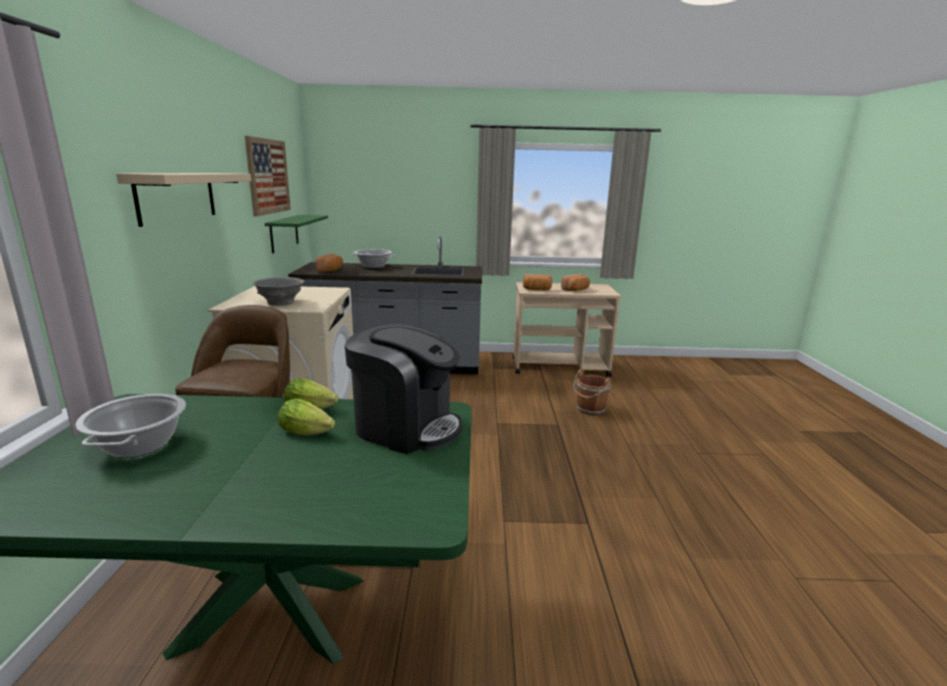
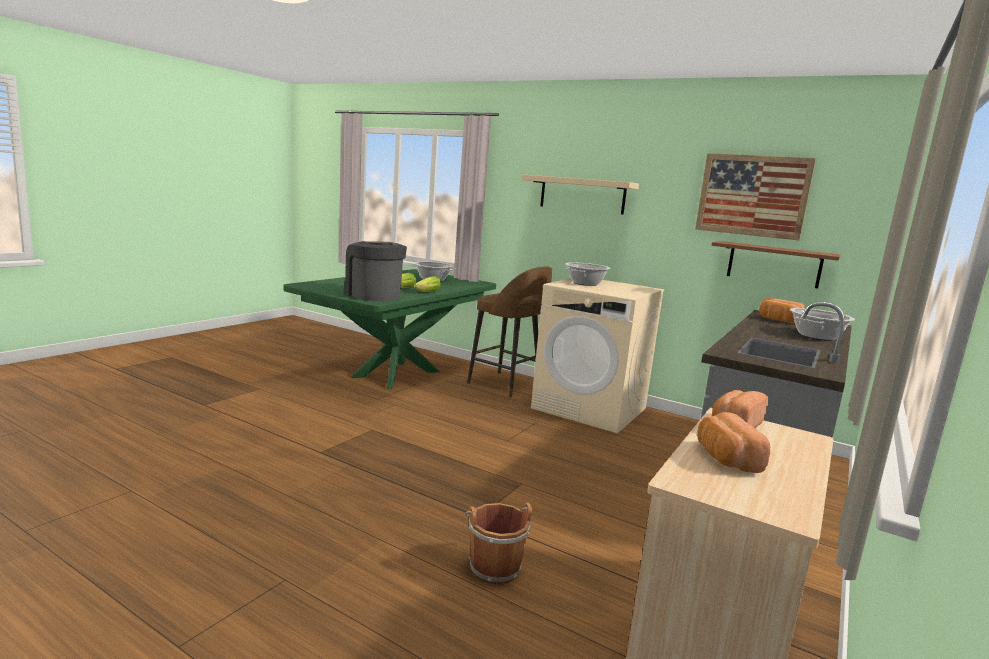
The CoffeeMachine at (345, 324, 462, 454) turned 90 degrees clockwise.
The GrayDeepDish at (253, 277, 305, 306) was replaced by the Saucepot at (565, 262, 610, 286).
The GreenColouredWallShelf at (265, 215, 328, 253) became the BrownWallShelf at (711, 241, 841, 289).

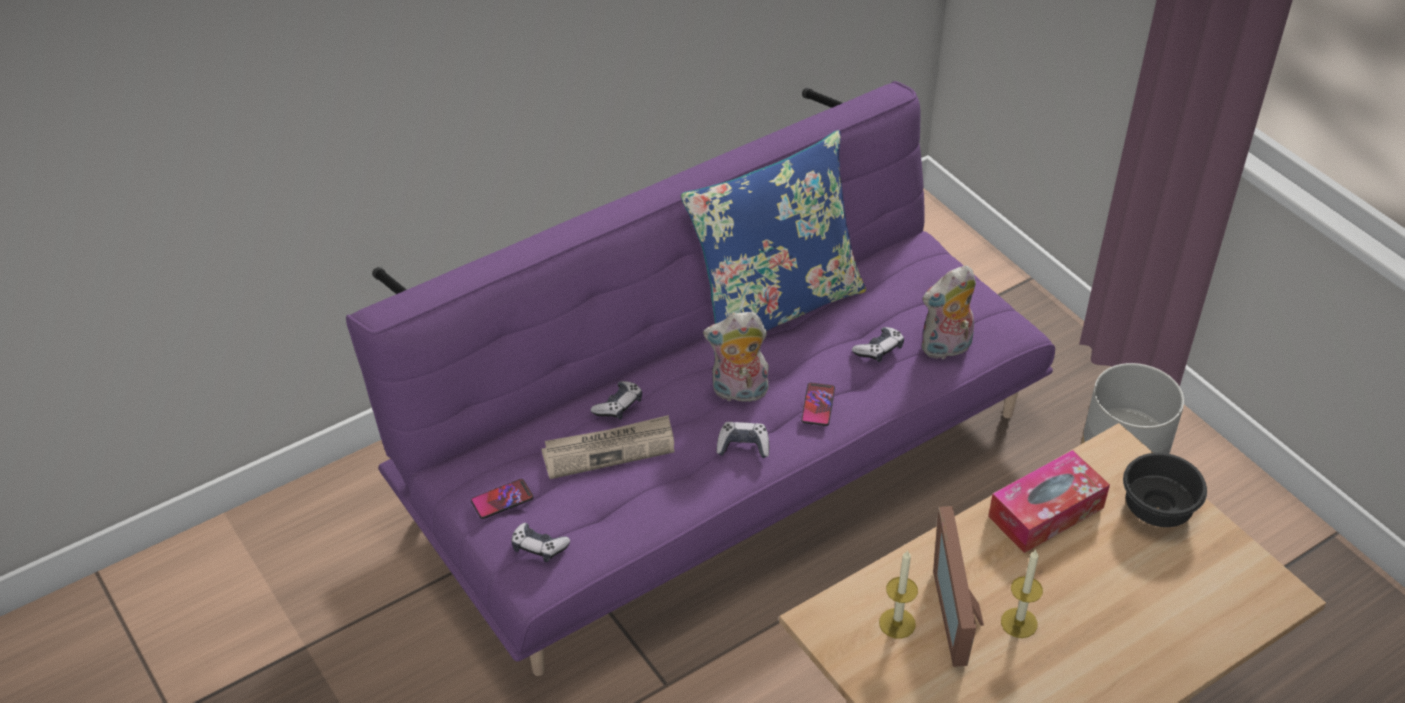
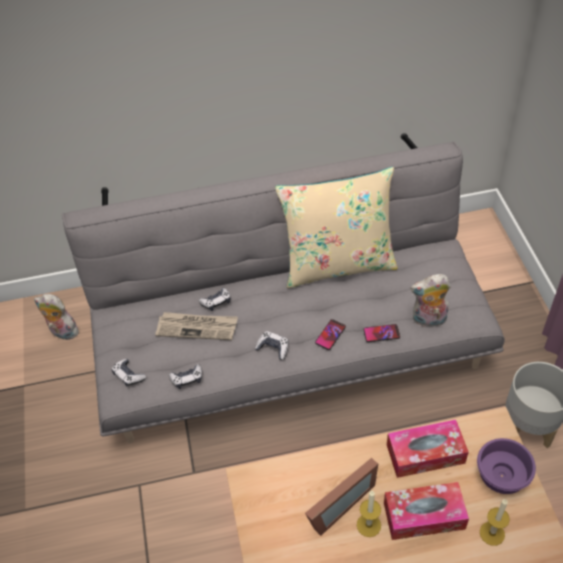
The SoftToy moved from (703, 312, 769, 402) to (34, 294, 79, 340).
The PurplishSofa at (346, 81, 1055, 676) became the GraySofa at (62, 133, 505, 443).
The Gamepad moved from (852, 327, 904, 362) to (169, 364, 202, 389).
The BlueThrowPillow at (681, 130, 866, 355) became the SandColouredThrowPillow at (275, 167, 398, 288).
The PictureFrame at (933, 506, 984, 667) turned 150 degrees counterclockwise.
The Phone moved from (471, 479, 533, 519) to (363, 324, 400, 342).
The TissueHolder at (384, 482, 469, 540) appeared.
The BlackishDeepDish at (1123, 453, 1207, 527) became the PurplishDeepDish at (477, 438, 536, 494).
The Candle moved from (879, 550, 918, 639) to (480, 499, 510, 546).

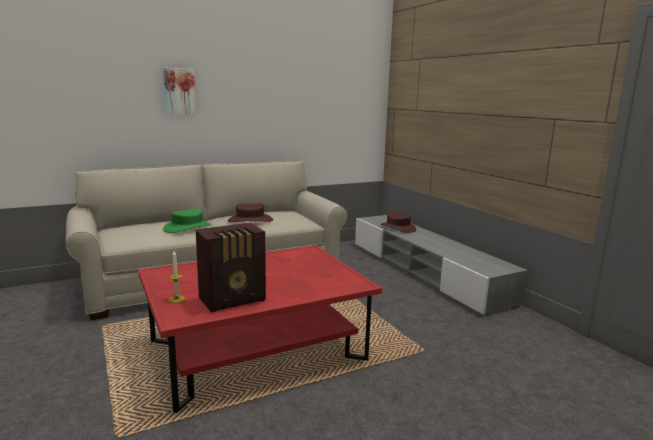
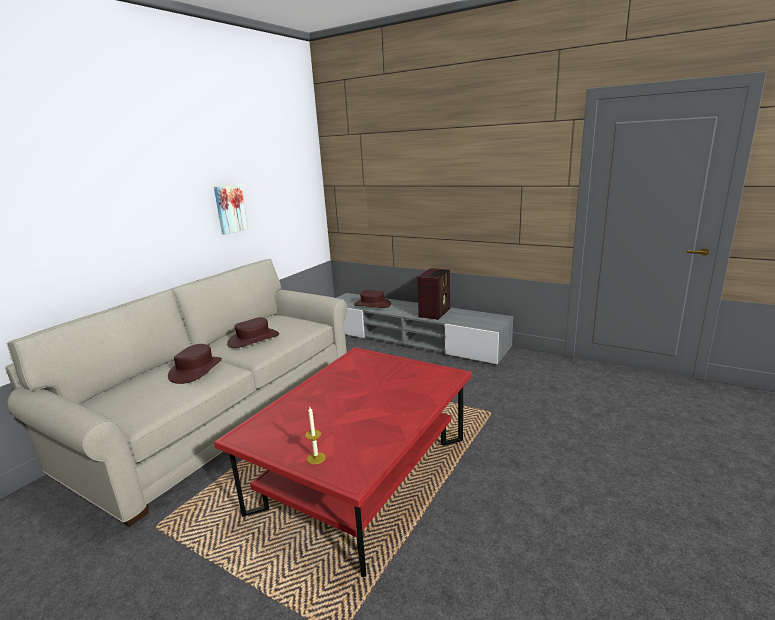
The GreenColouredClothingHat at (163, 209, 211, 233) became the BrownClothingHat at (168, 344, 222, 384).
The WallPicture moved from (163, 68, 196, 114) to (214, 184, 248, 235).
The RadioReceiver moved from (196, 223, 266, 312) to (417, 268, 450, 320).

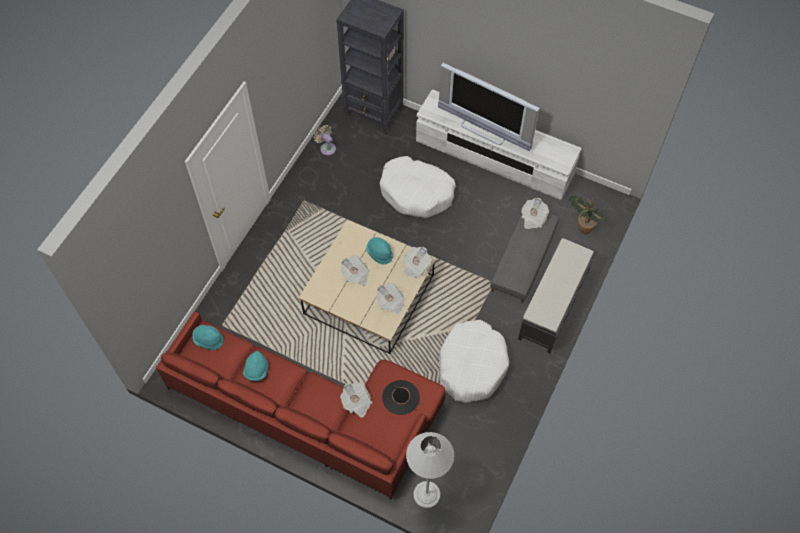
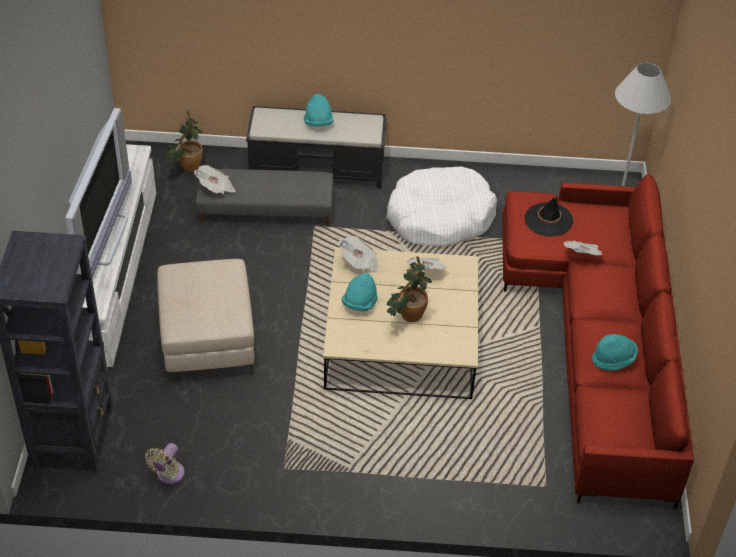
The WhiteDogCushion at (379, 156, 456, 218) was replaced by the SandColouredFootrest at (157, 259, 254, 383).
The BlueGreenClothingHat moved from (192, 325, 224, 350) to (304, 94, 334, 126).
The DailyPaper at (341, 255, 370, 286) was replaced by the PottedPlant at (386, 256, 432, 322).

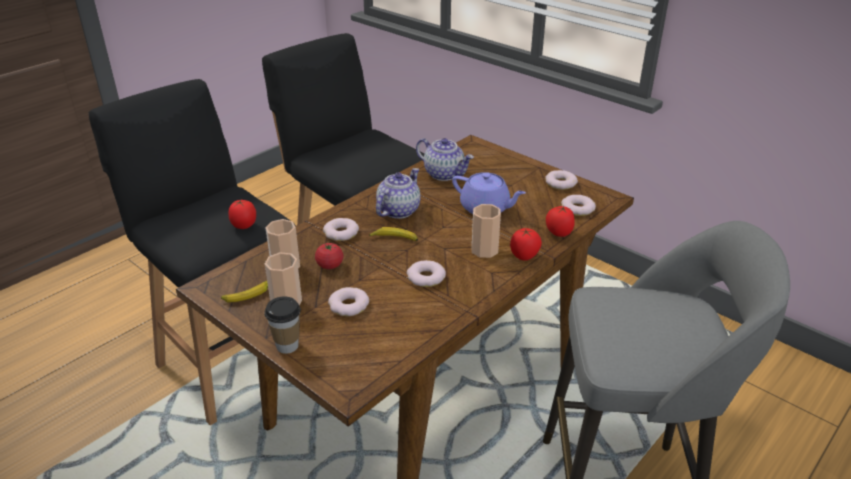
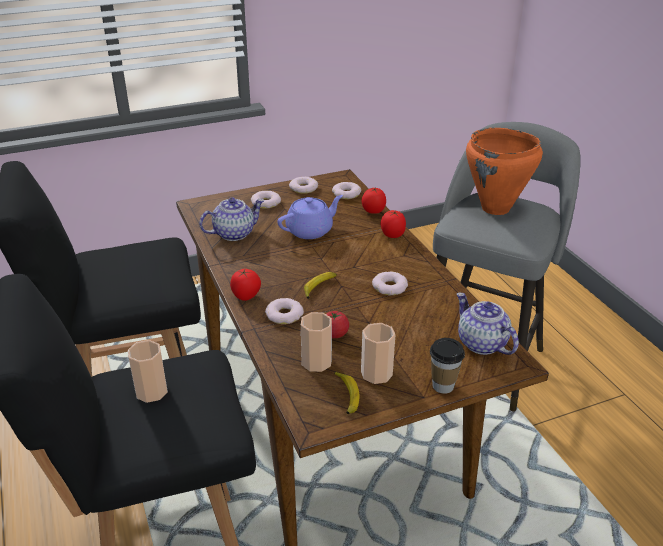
The SmallCup moved from (472, 204, 501, 258) to (128, 340, 168, 403).
The WholeTomato moved from (228, 200, 256, 229) to (230, 269, 261, 301).
The Donut moved from (328, 287, 369, 316) to (251, 191, 281, 209).
The Teapot moved from (376, 168, 420, 219) to (457, 293, 519, 355).
The OrangeColouredSaucepot at (466, 128, 543, 215) appeared.

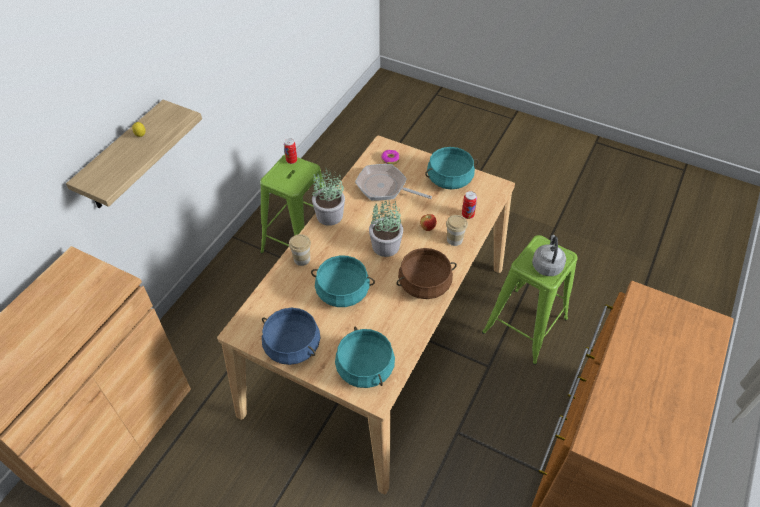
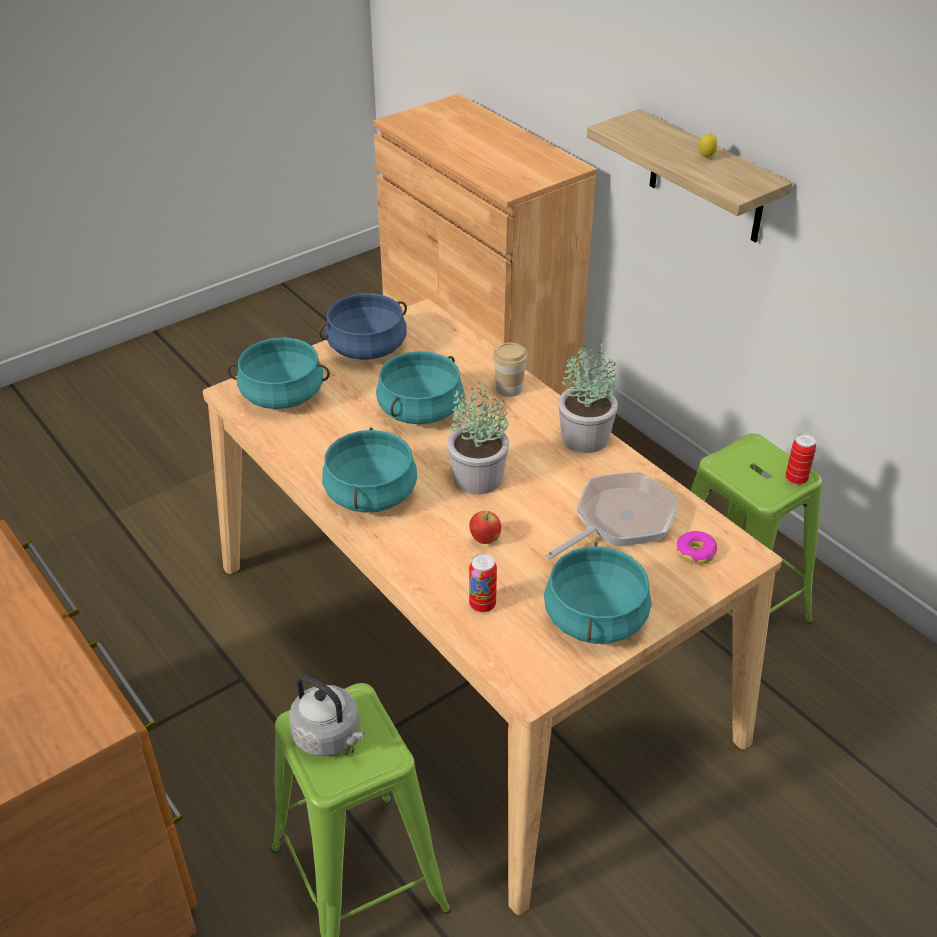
The BrownSaucepot at (396, 248, 457, 299) became the BlueGreenSaucepot at (322, 427, 417, 513).
The SmallCup at (446, 215, 468, 246) disappeared.

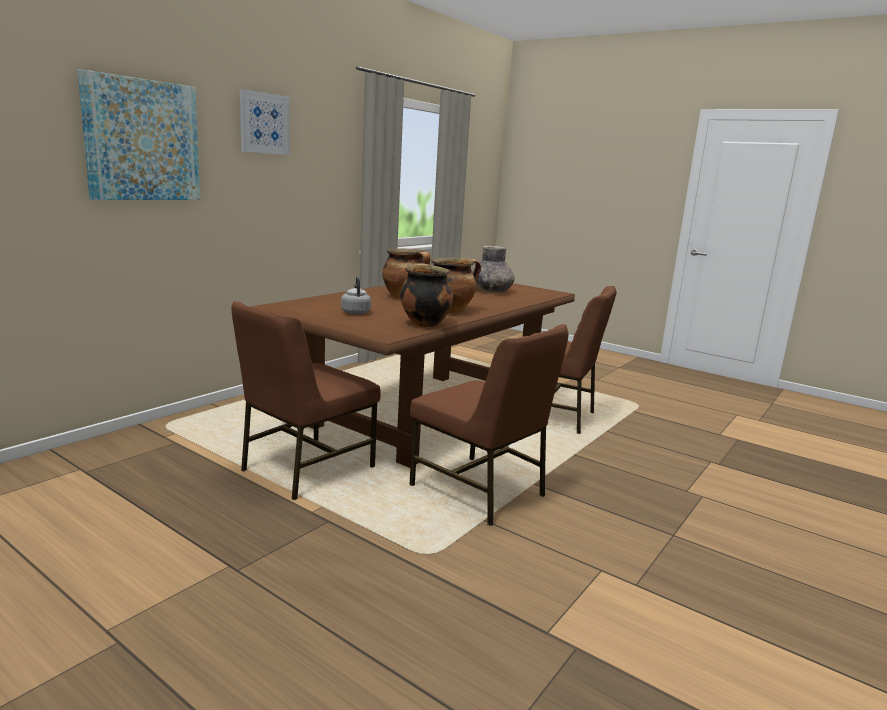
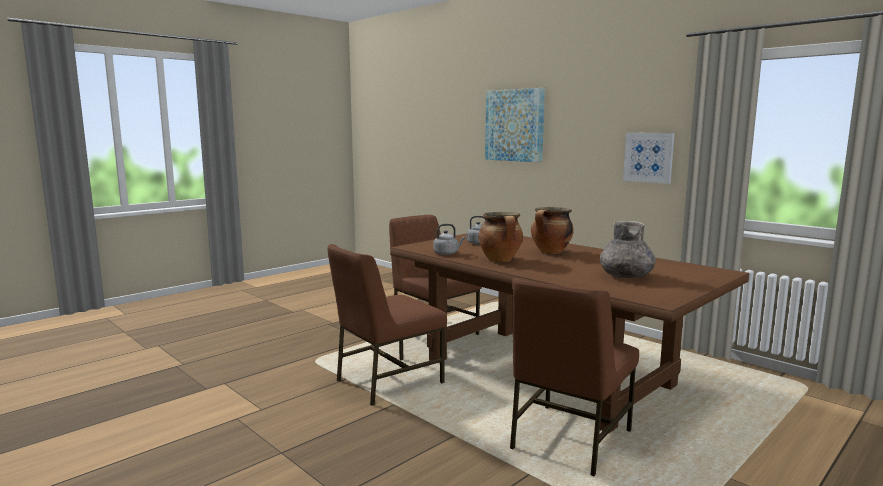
The Saucepot at (400, 263, 453, 328) was replaced by the GrayWaterKettle at (433, 224, 465, 255).
The WallPicture moved from (240, 89, 290, 155) to (623, 133, 674, 184).

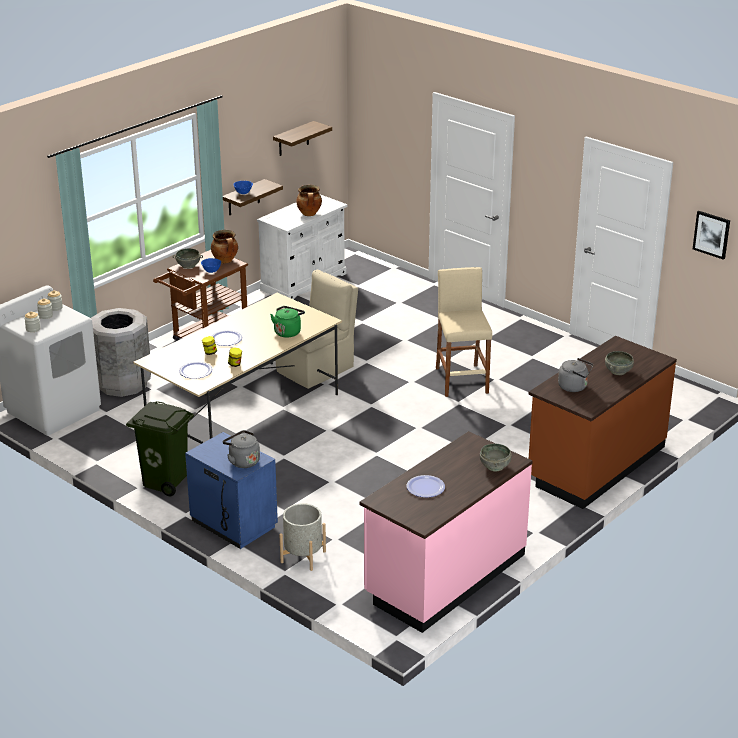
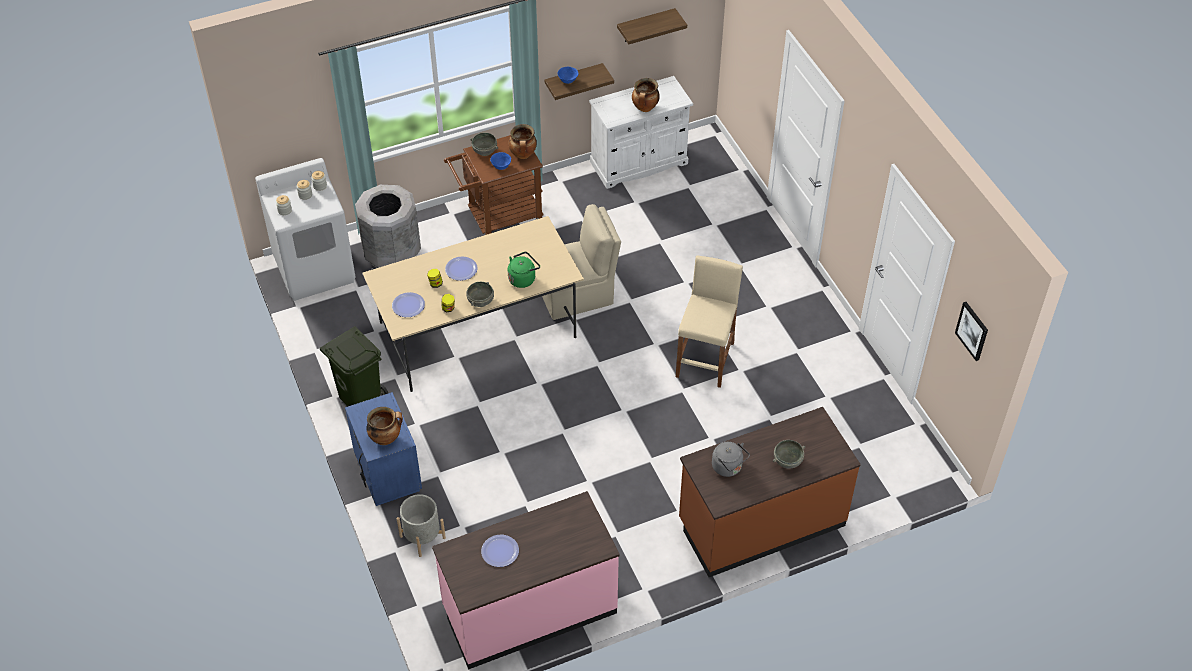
The GrayWaterKettle at (223, 430, 260, 468) was replaced by the Saucepot at (367, 407, 403, 445).
The GrayDeepDish moved from (480, 444, 512, 471) to (466, 282, 494, 307).

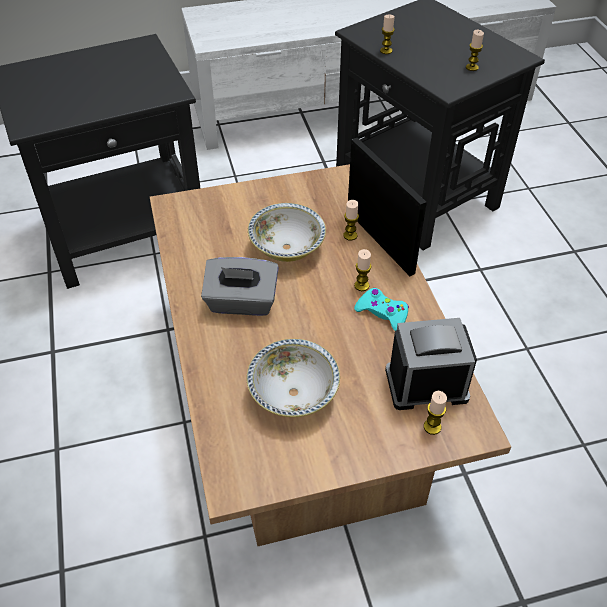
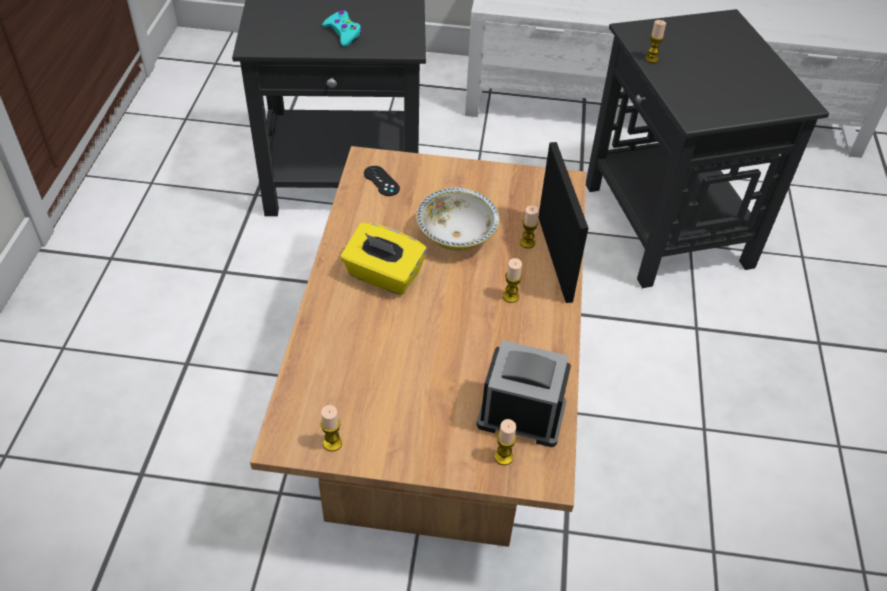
The Candle moved from (466, 30, 484, 71) to (321, 405, 342, 452).
The BlueGreenGamepad moved from (354, 288, 409, 331) to (322, 10, 362, 47).
The GrayTissueHolder at (201, 257, 279, 316) became the YellowishTissueHolder at (341, 223, 427, 295).
The BlackishGamepad at (364, 166, 400, 196) appeared.
The DeepDish at (247, 339, 340, 417) disappeared.

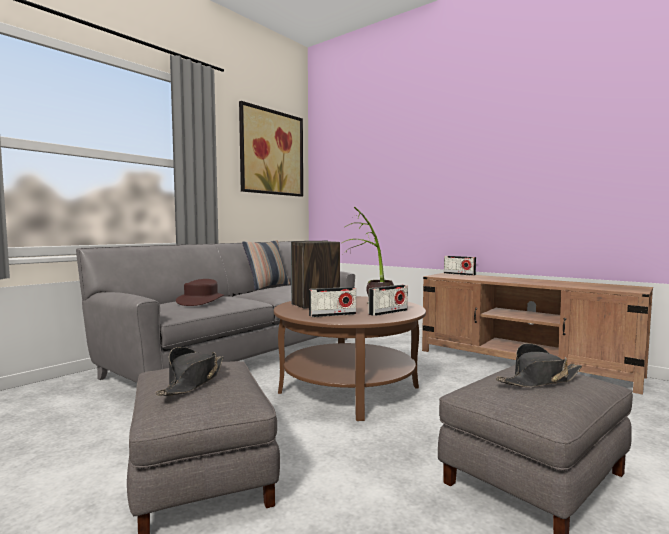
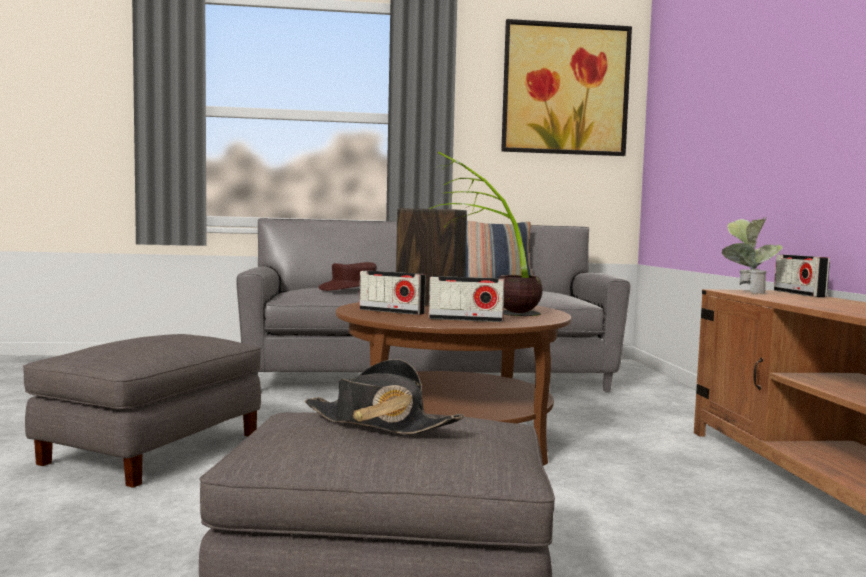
The PottedPlant at (721, 216, 783, 294) appeared.
The BlackishClothingHat at (155, 347, 223, 396) disappeared.

